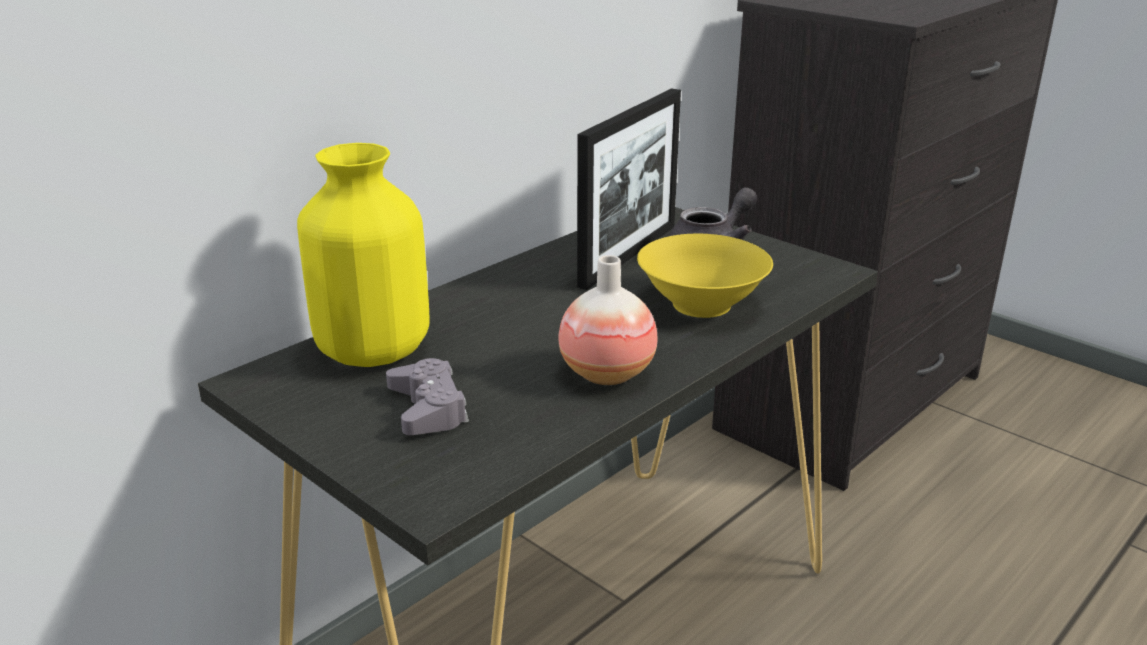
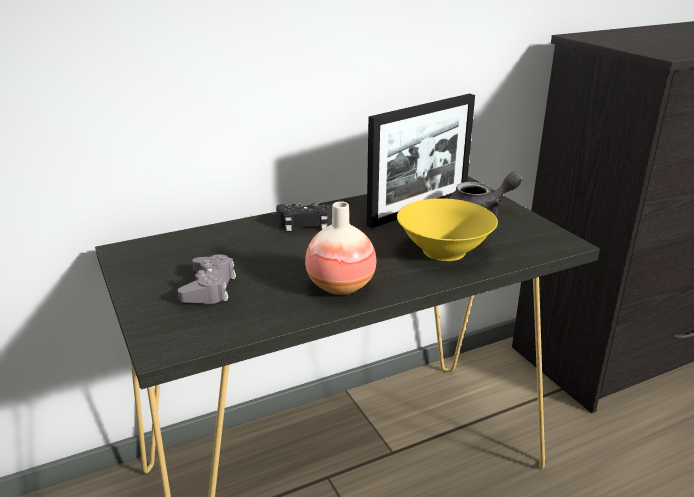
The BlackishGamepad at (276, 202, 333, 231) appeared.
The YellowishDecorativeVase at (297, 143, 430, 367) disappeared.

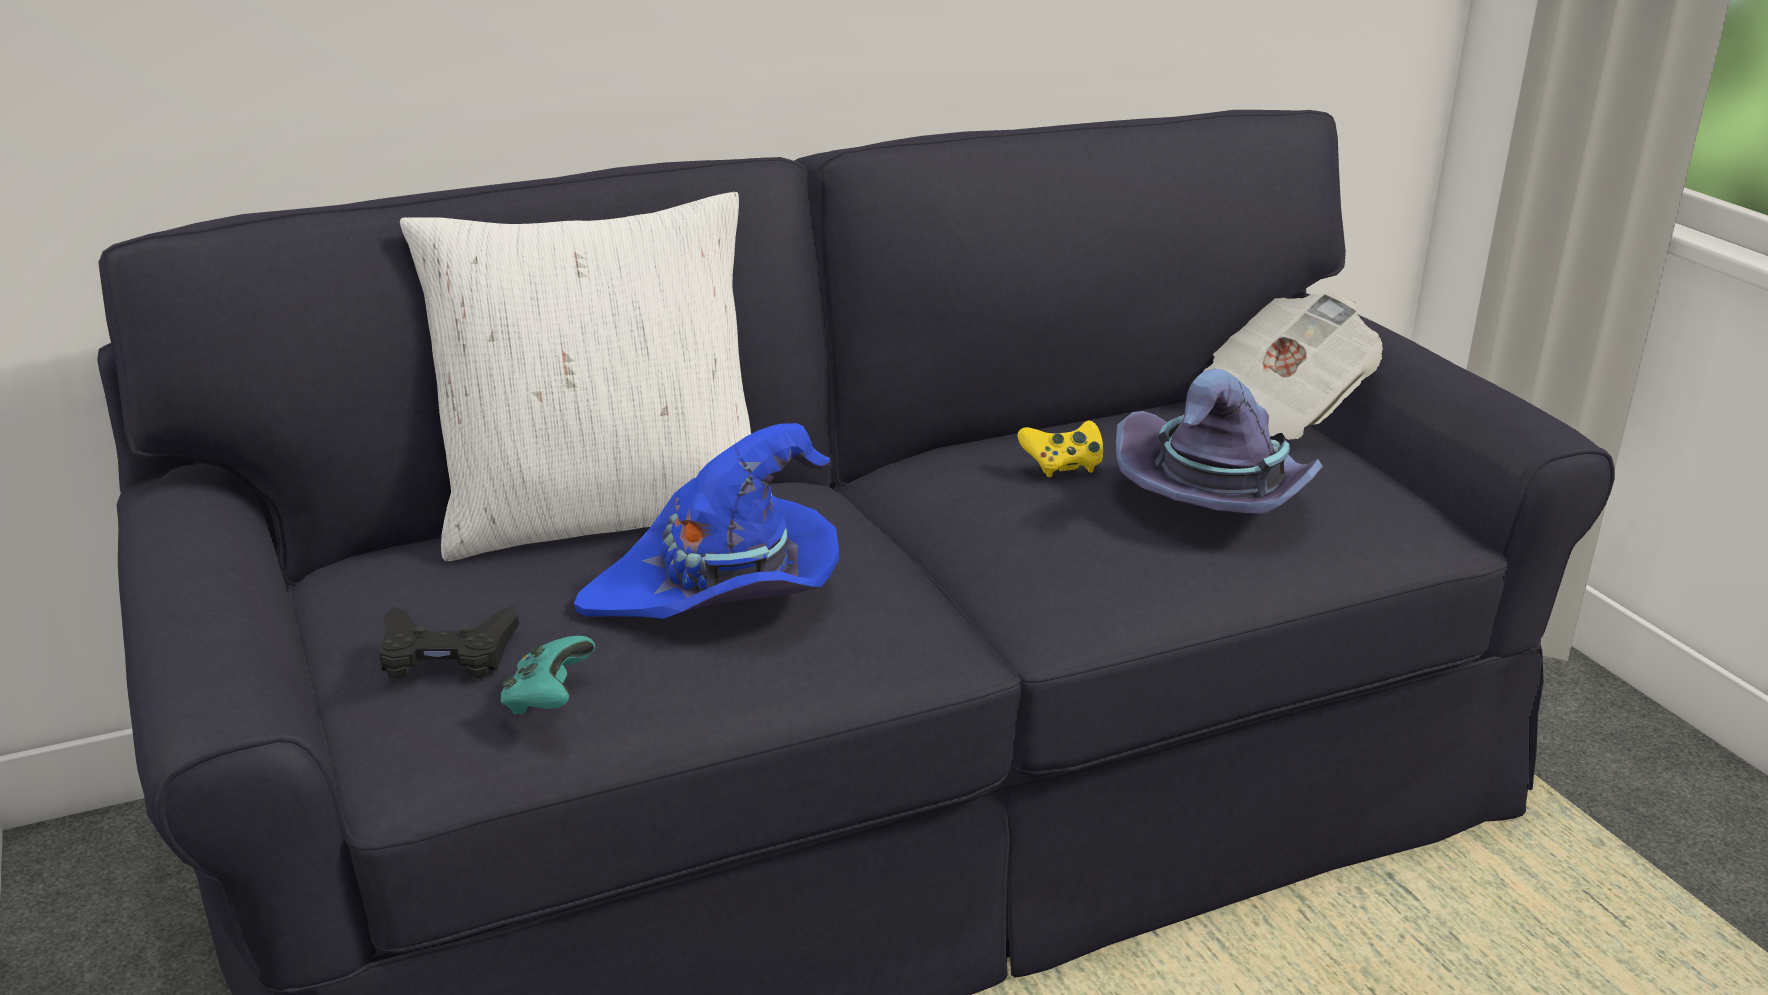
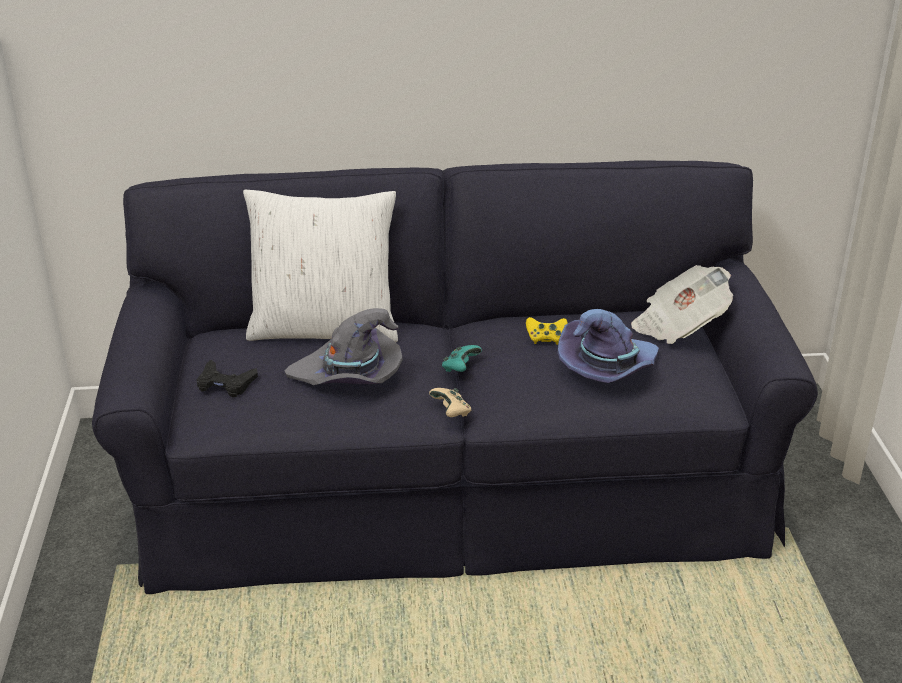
The BlueClothingHat at (574, 423, 839, 619) became the GrayClothingHat at (285, 308, 403, 385).
The SandColouredGamepad at (429, 388, 471, 417) appeared.
The BlueGreenGamepad moved from (500, 636, 595, 715) to (442, 345, 482, 372).

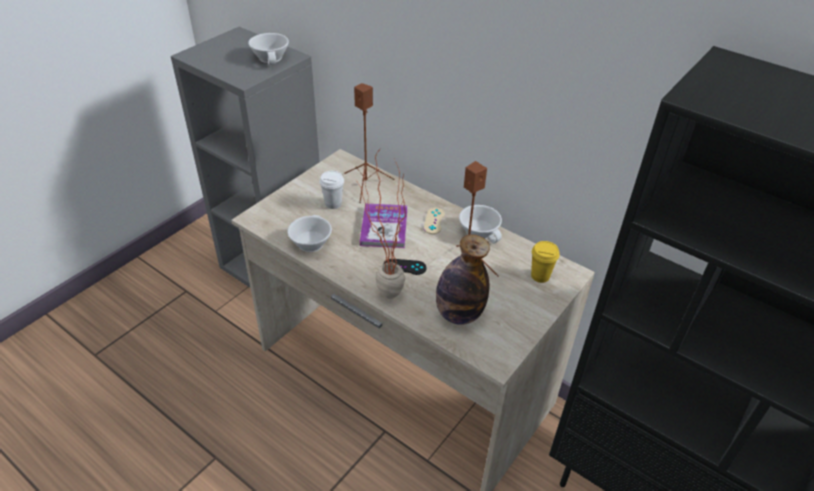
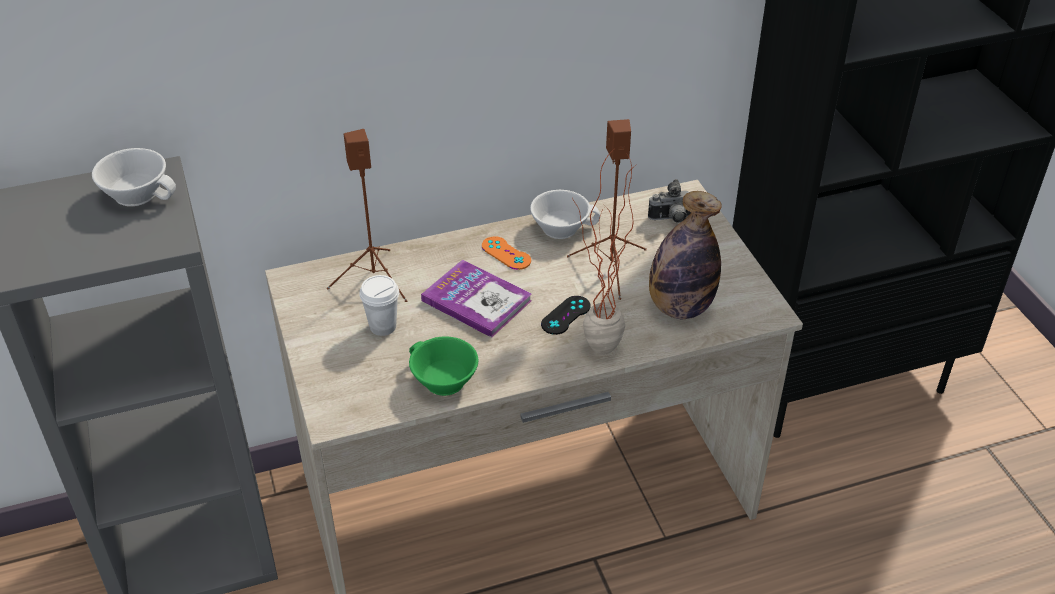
The WhiteSmallCup at (287, 215, 332, 252) became the GreenColouredSmallCup at (409, 336, 478, 396).
The SandColouredGamepad at (424, 208, 445, 234) became the OrangeColouredGamepad at (482, 236, 531, 270).
The YellowishSmallCup at (531, 241, 559, 283) was replaced by the StillCamera at (648, 179, 691, 223).

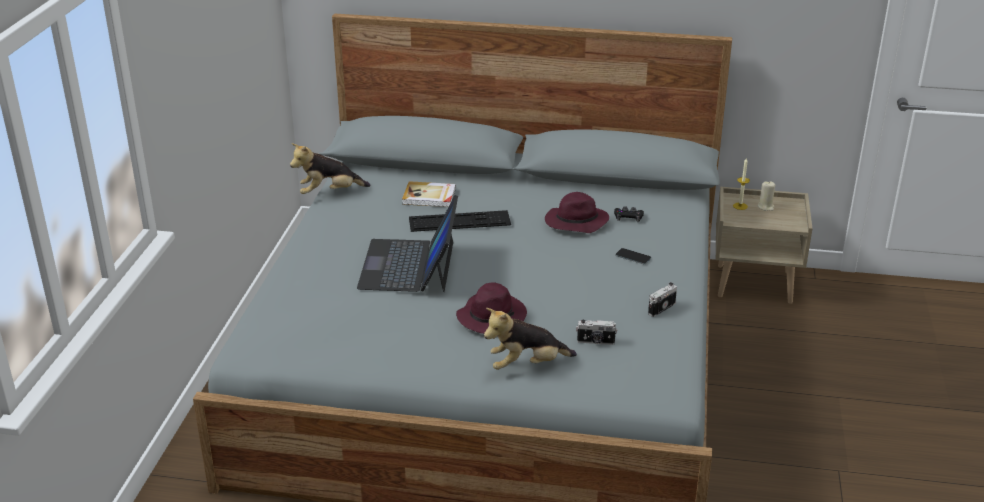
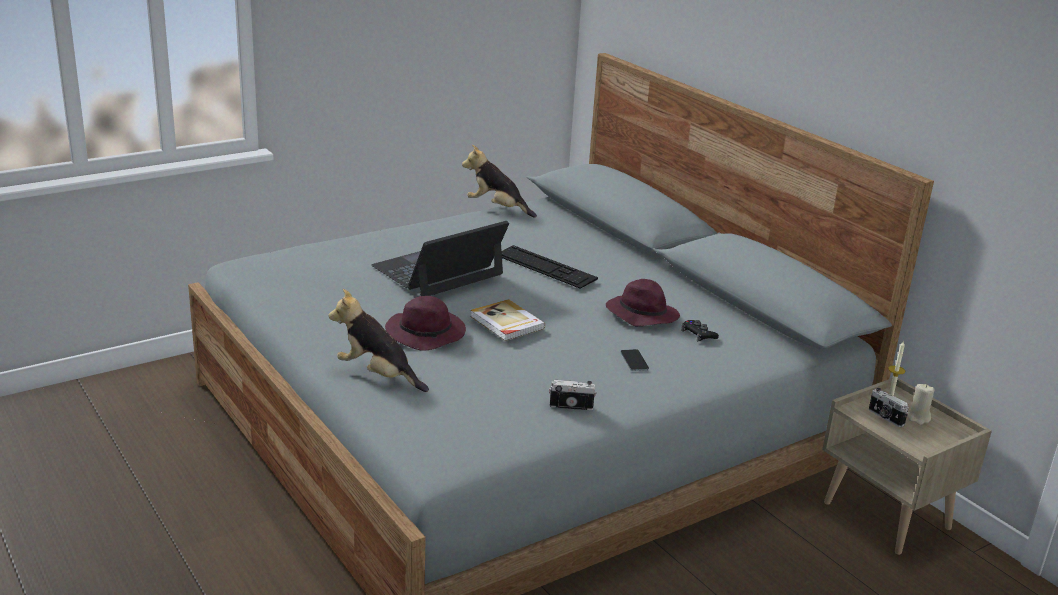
The Volume moved from (402, 181, 456, 207) to (470, 299, 545, 341).
The StillCamera moved from (576, 320, 617, 345) to (869, 388, 909, 427).

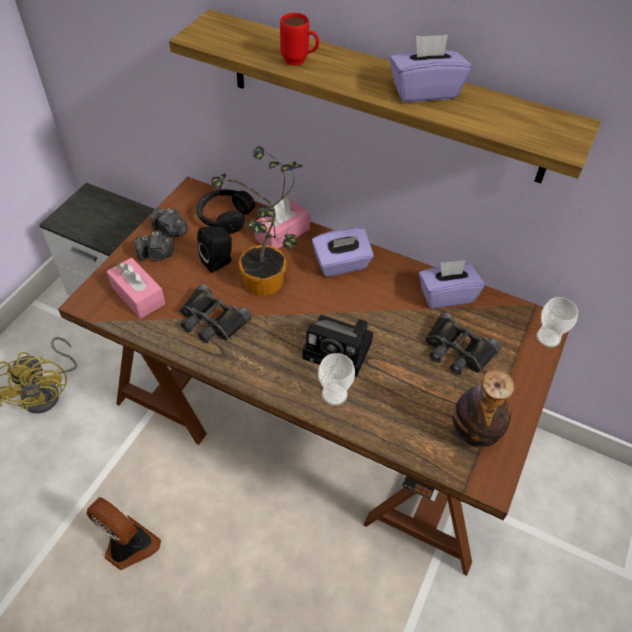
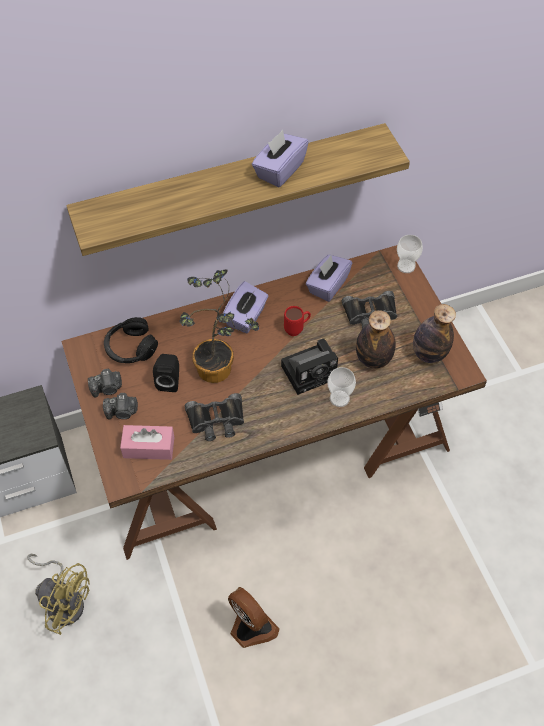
The StillCamera at (134, 231, 174, 261) turned 45 degrees clockwise.
The Fan at (87, 497, 161, 570) turned 60 degrees clockwise.
The ReddishMug moved from (280, 13, 319, 66) to (284, 306, 311, 336).
The Bottle at (356, 310, 396, 369) appeared.
The PinkColouredTissueHolder at (255, 198, 310, 249) disappeared.

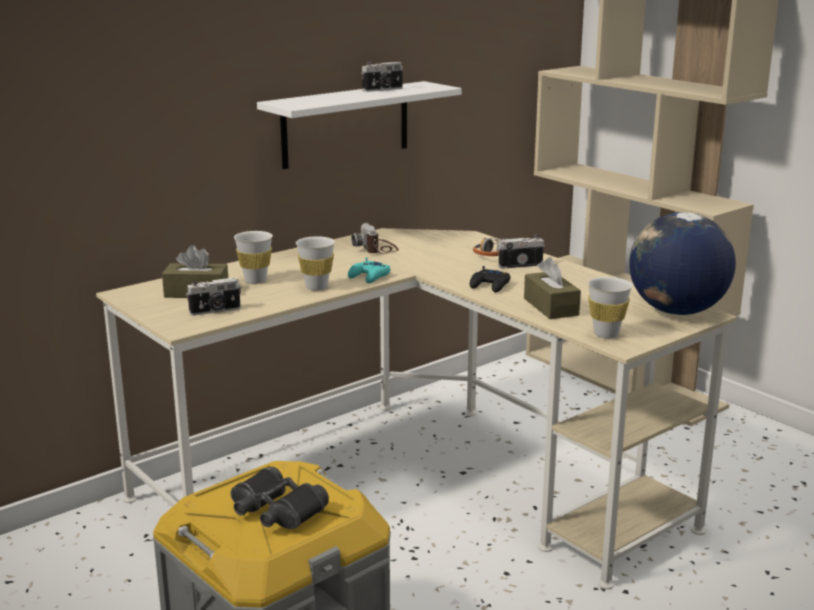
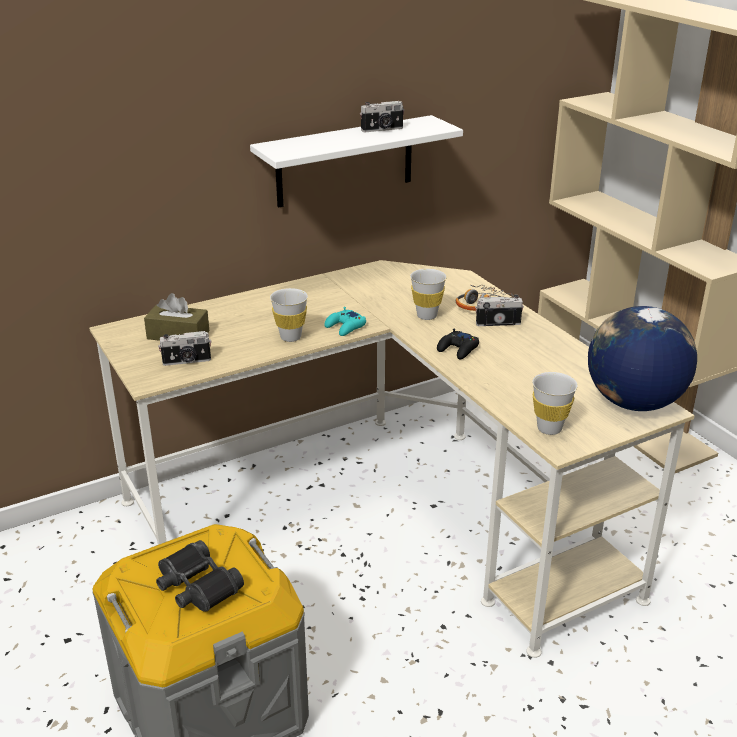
The WhiteSmallCup moved from (234, 231, 273, 284) to (410, 269, 447, 320).
The StillCamera at (352, 223, 399, 254) disappeared.
The BrownTissueHolder at (524, 257, 581, 319) disappeared.

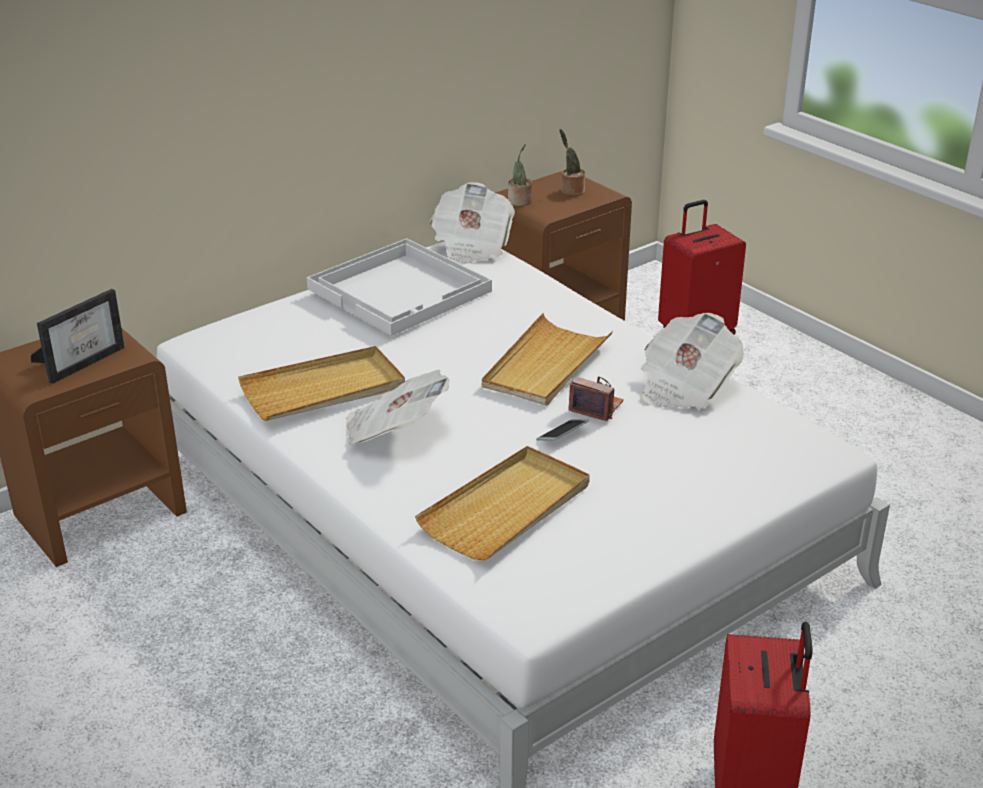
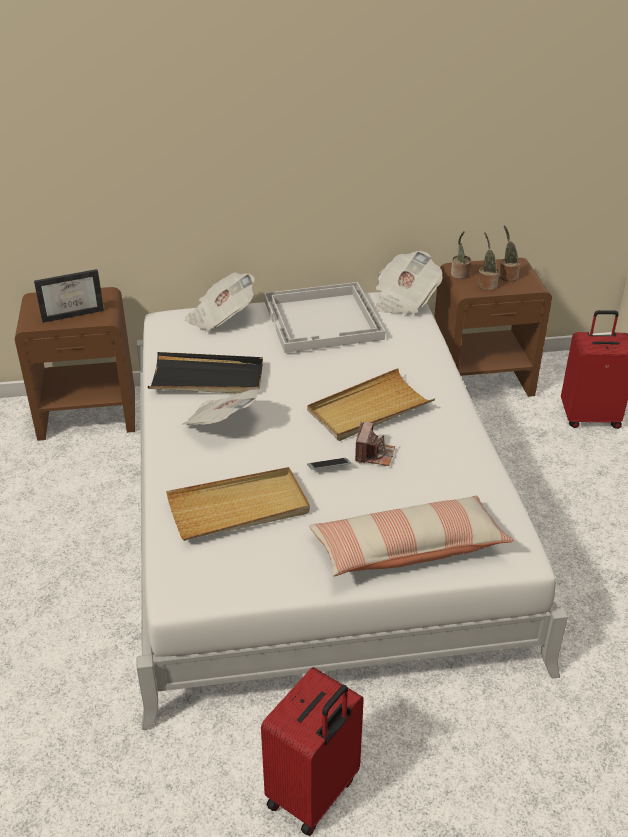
The SandColouredCarryingTray at (238, 346, 405, 421) became the BlackishCarryingTray at (148, 352, 263, 394).
The DailyPaper moved from (641, 313, 744, 409) to (185, 273, 255, 332).
The ThrowPillow at (309, 496, 514, 576) appeared.
The StillCamera at (568, 376, 624, 421) turned 45 degrees clockwise.
The PottedPlant at (478, 232, 499, 291) appeared.

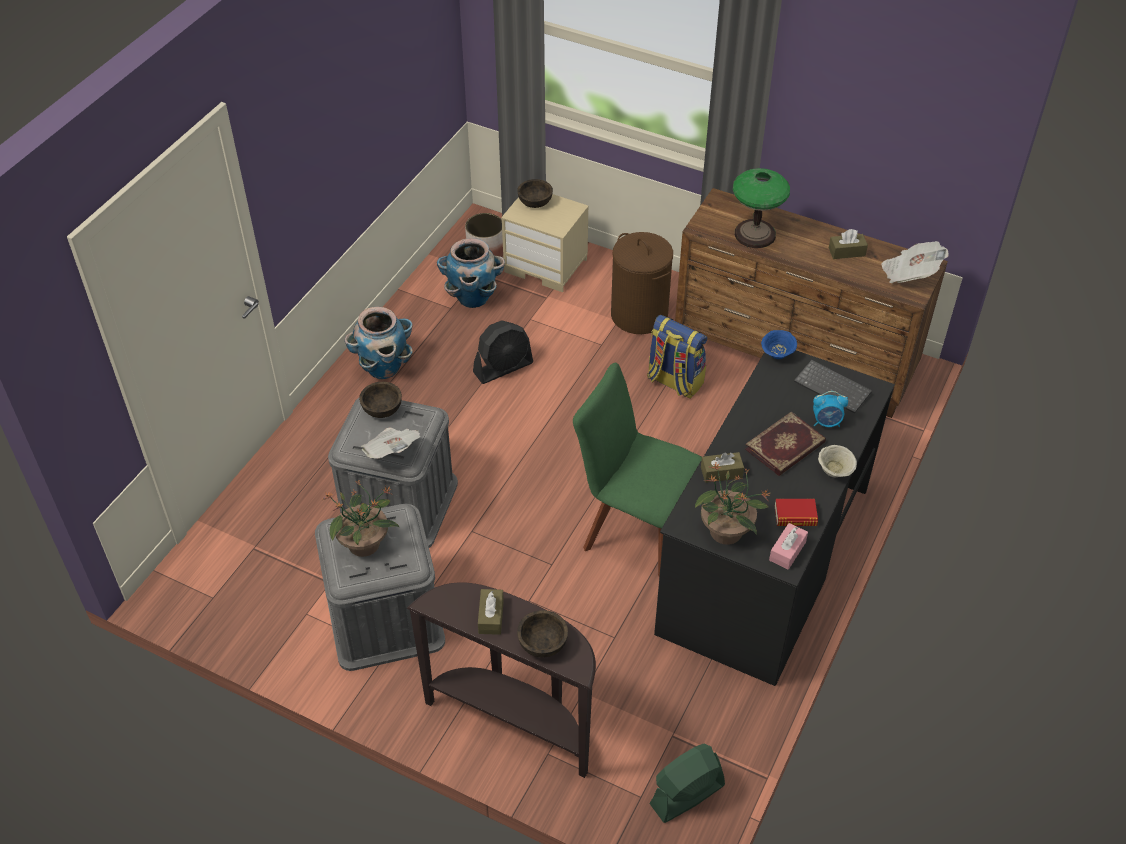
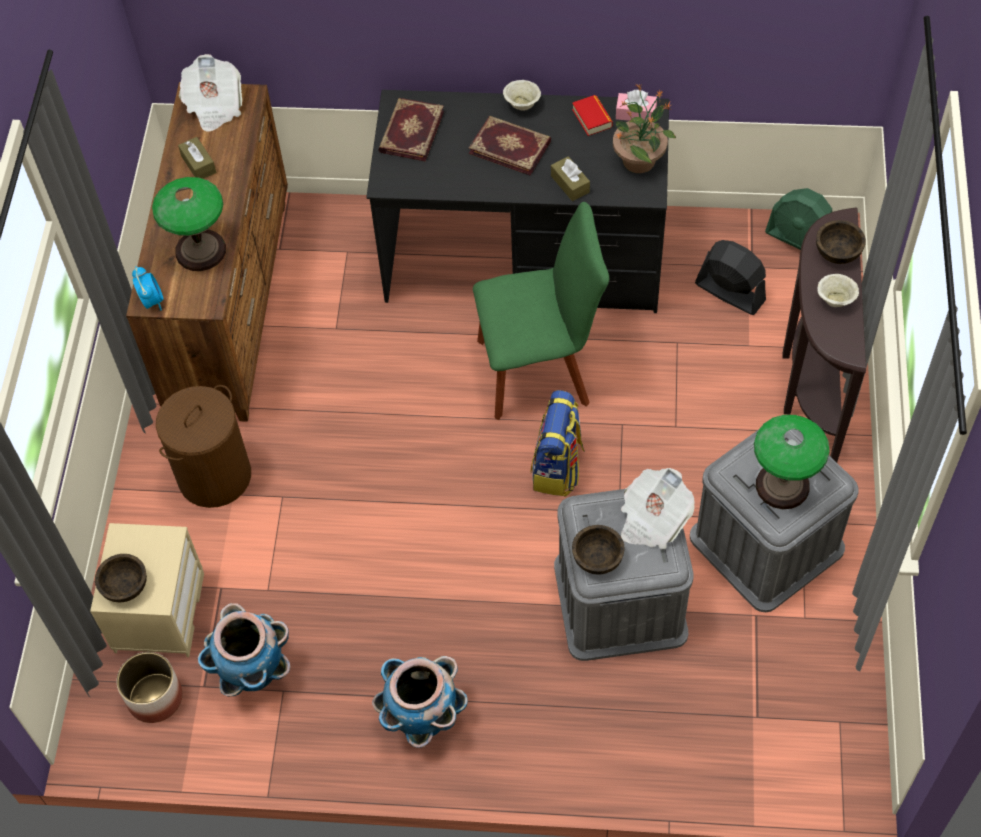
The AlarmClock moved from (813, 391, 848, 427) to (132, 266, 163, 310).
The PcKeyboard at (794, 360, 872, 414) was replaced by the Volume at (378, 98, 444, 161).
The GreenColouredPlainChair at (573, 363, 702, 576) turned 105 degrees counterclockwise.
The Backpack moved from (647, 315, 707, 398) to (531, 390, 585, 497).
The BlackishFan moved from (473, 320, 533, 384) to (695, 240, 766, 315).
The PottedPlant at (323, 480, 399, 557) was replaced by the TabletopLamp at (754, 415, 829, 509).
The BrownTissueHolder at (478, 589, 504, 635) was replaced by the SandColouredDeepDish at (817, 274, 859, 307).
The BlueDeepDish at (761, 330, 797, 359) disappeared.

